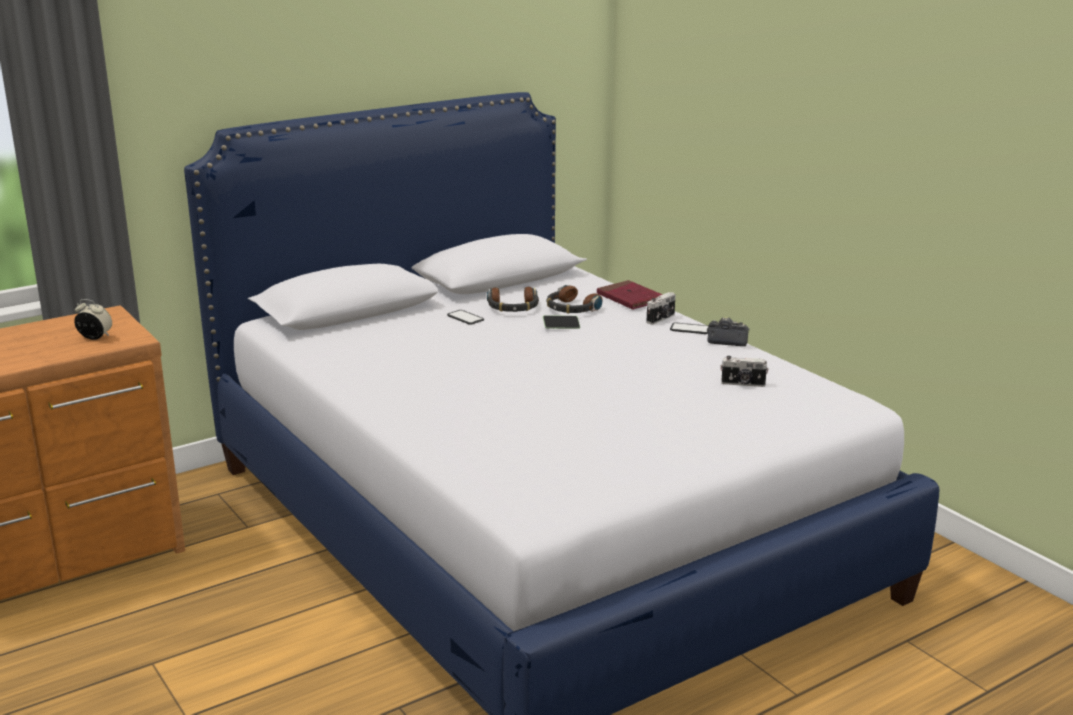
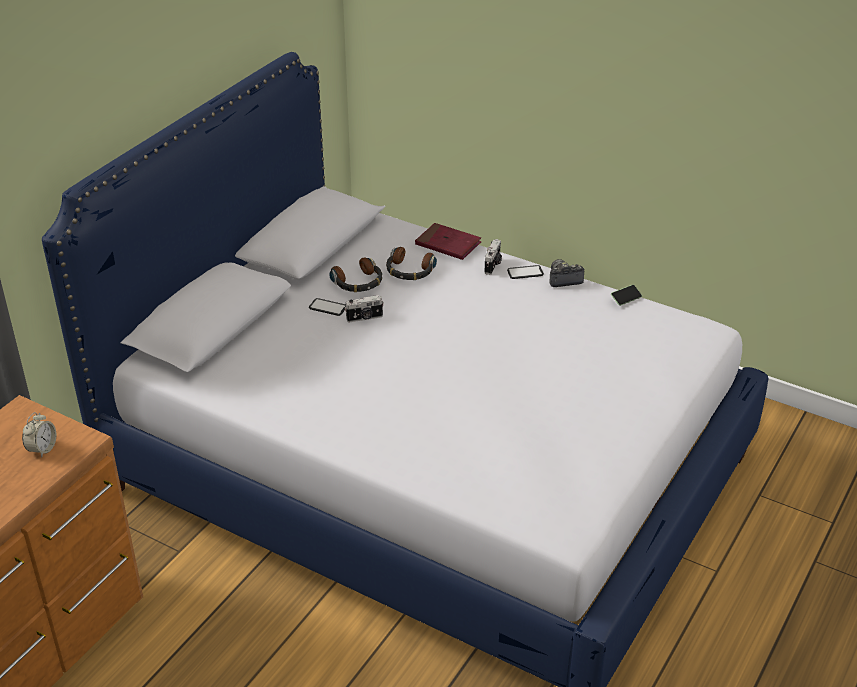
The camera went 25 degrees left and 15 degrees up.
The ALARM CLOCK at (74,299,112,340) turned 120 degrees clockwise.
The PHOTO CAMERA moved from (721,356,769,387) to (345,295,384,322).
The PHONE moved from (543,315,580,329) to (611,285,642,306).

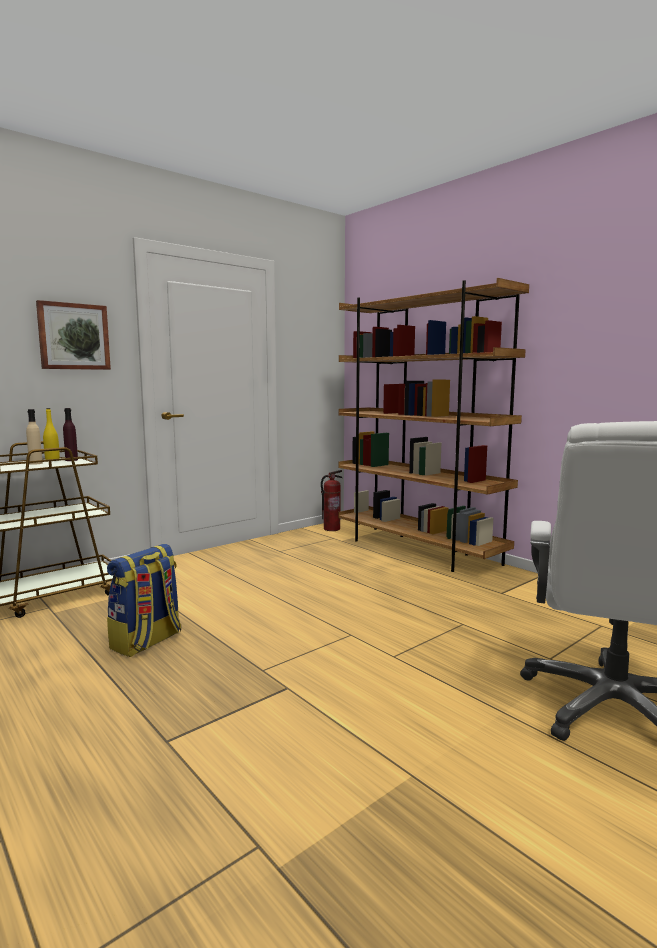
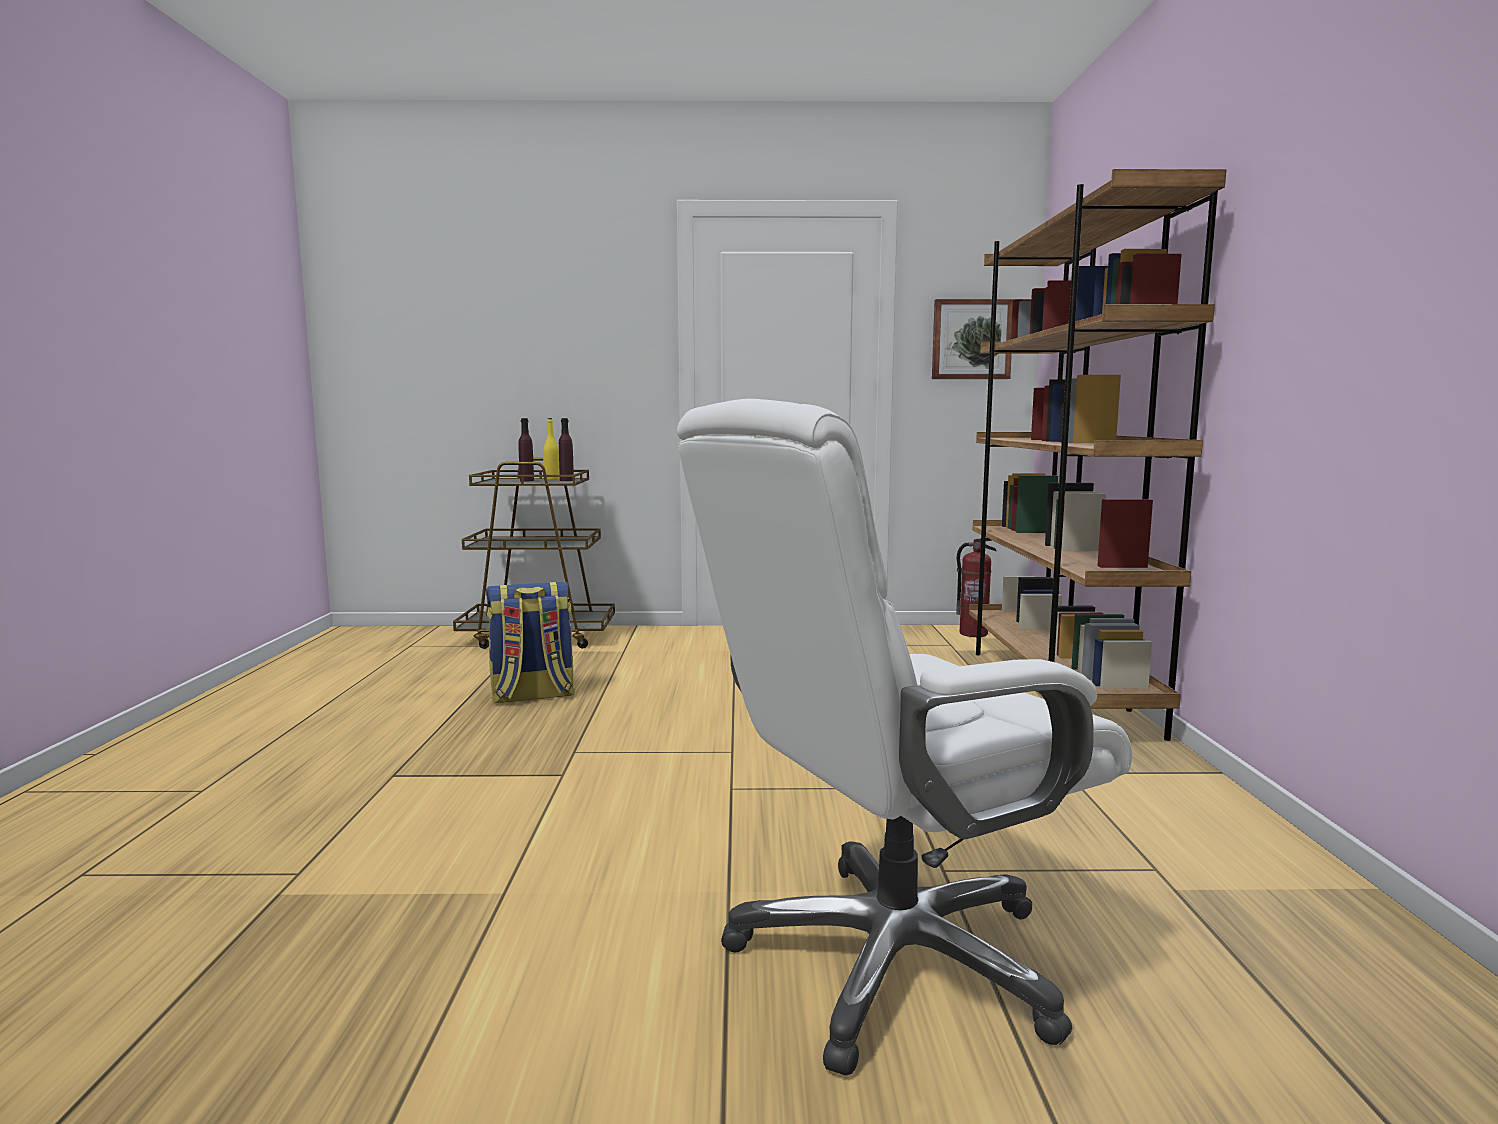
The camera went 40 degrees right and 0 degrees up.
The BEIGE-COLOURED BEVERAGE BOTTLE at (26,409,43,465) became the PURPLISH BEVERAGE BOTTLE at (518,418,534,481).
The WALL PICTURE moved from (36,300,111,370) to (932,299,1014,379).

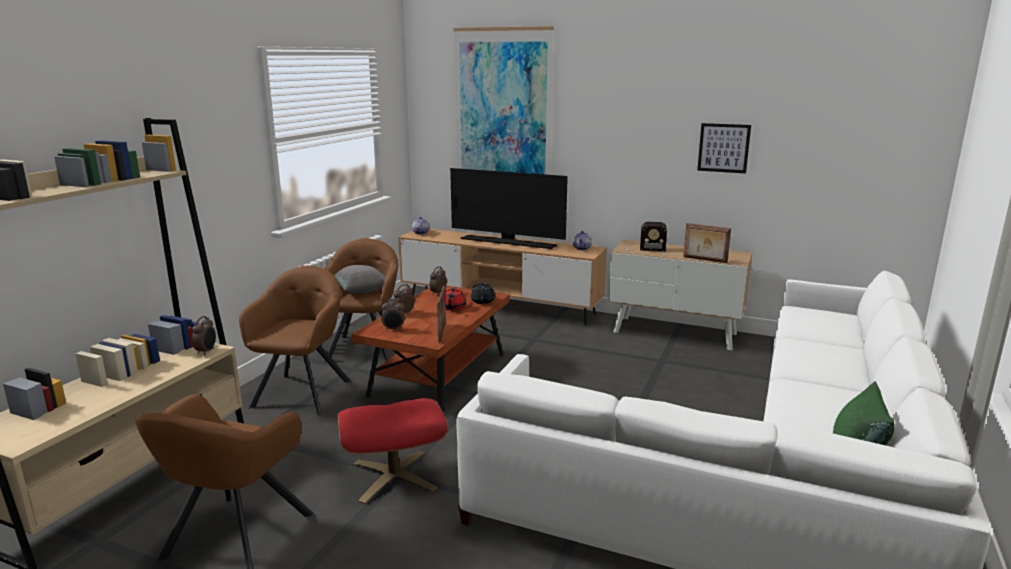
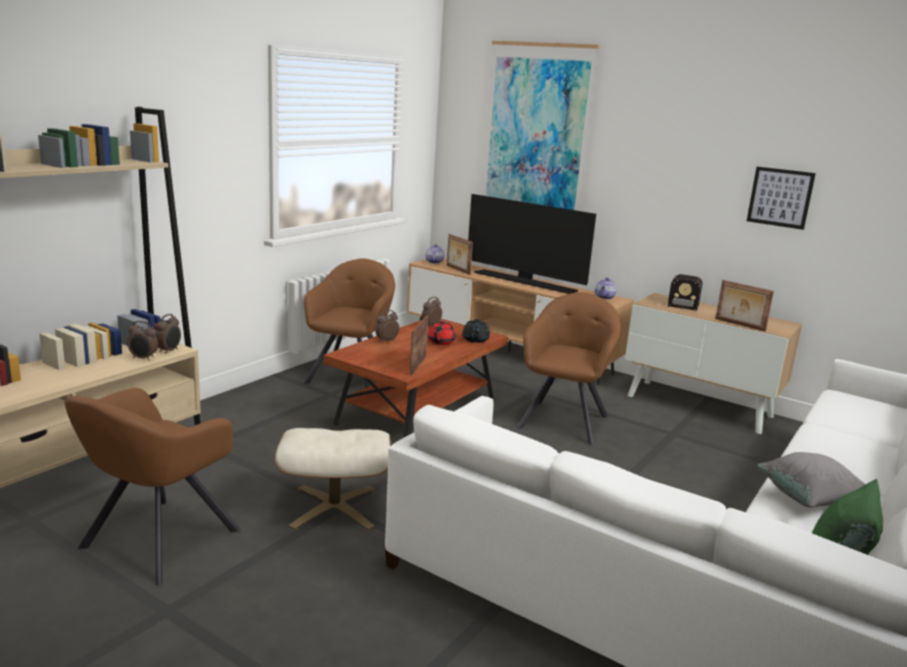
The camera went 10 degrees right and 0 degrees up.
The ALARM CLOCK moved from (381,299,405,331) to (127,321,158,361).
The RED-COLOURED FOOTREST at (337,398,448,504) became the BEIGE-COLOURED FOOTREST at (275,428,391,531).
The STANDING FRAME at (447,234,473,275) appeared.
The BROWN EASY CHAIR moved from (239,265,351,415) to (516,292,621,446).
The GREYISH CUSHION moved from (333,265,386,293) to (757,452,866,507).

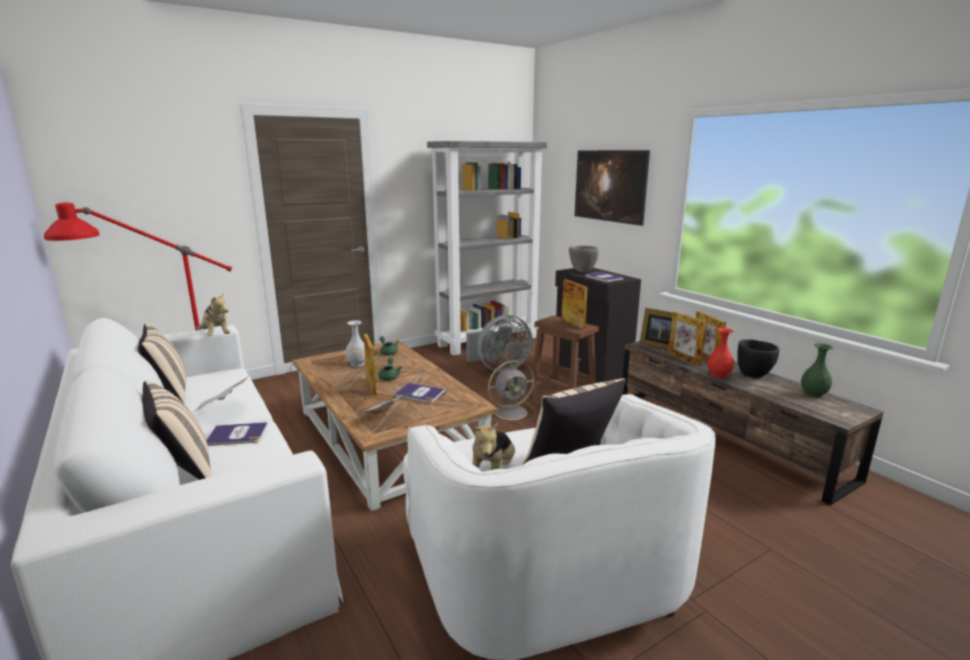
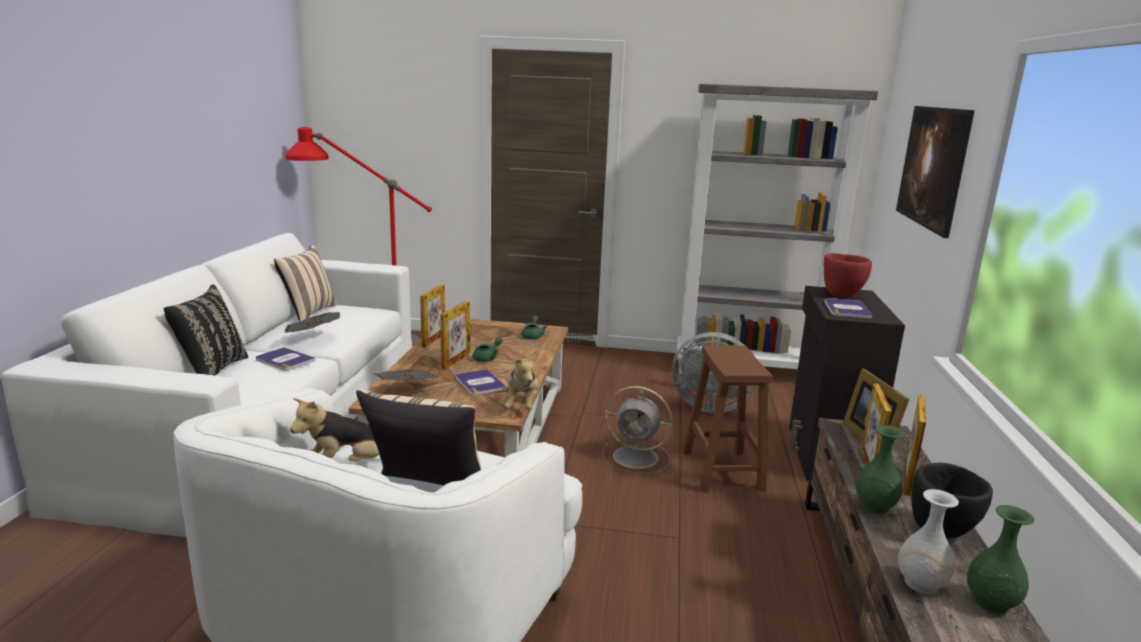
The camera went 40 degrees right and 0 degrees up.
The BEIGE-COLOURED CUSHION at (142,380,212,480) became the BLACKISH CUSHION at (164,284,248,376).
The STANDING FRAME moved from (561,279,588,329) to (420,284,445,348).
The CUDDLY TOY moved from (196,292,230,336) to (502,354,539,410).
The GREYISH BOWL at (569,246,599,273) became the RED-COLOURED BOWL at (824,253,872,297).
The RED-COLOURED VASE at (707,328,734,378) became the GREEN-COLOURED VASE at (855,425,904,514).
The WHITE VASE moved from (345,321,365,367) to (898,489,959,594).

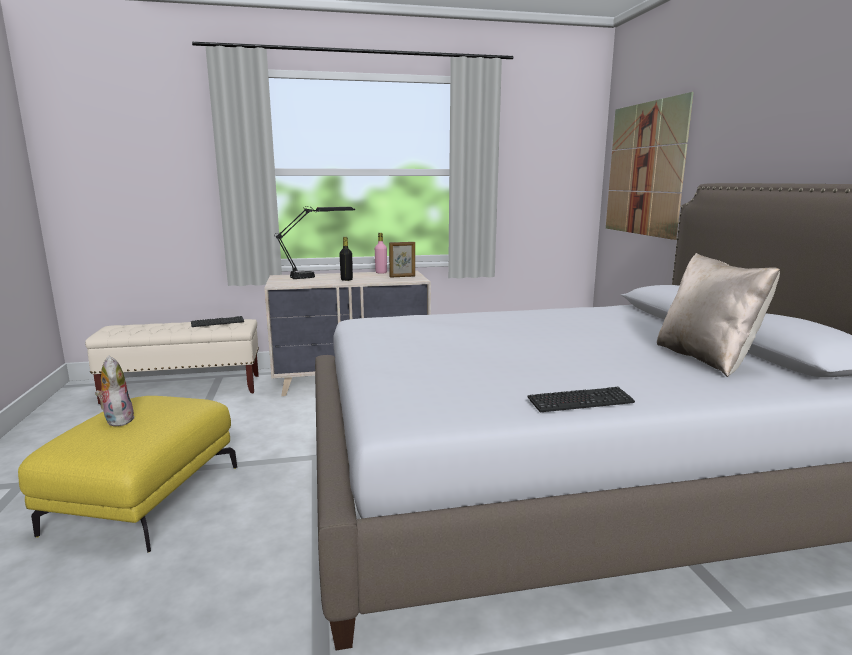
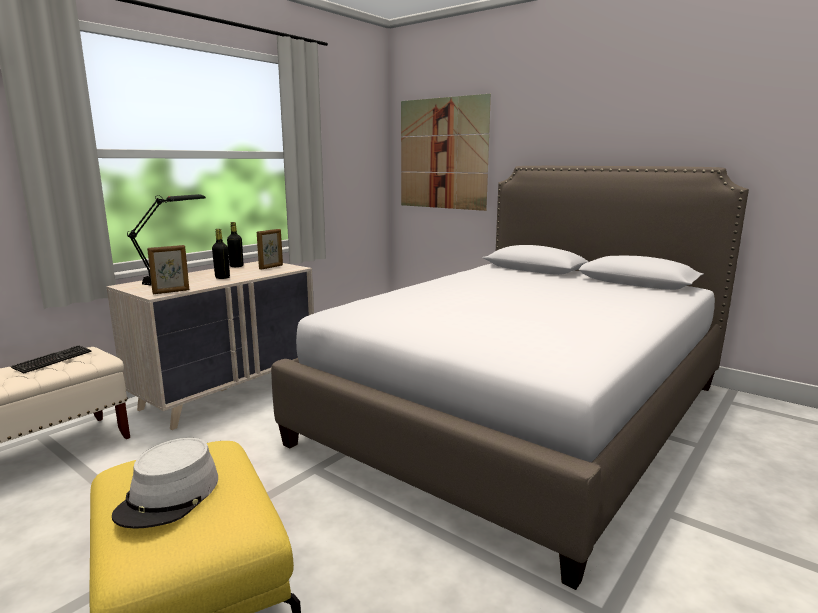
The camera went 40 degrees left and 0 degrees up.
The CUDDLY TOY at (95,356,134,426) was replaced by the GREYISH CLOTHING HAT at (112,438,218,529).
The STANDING FRAME at (147,245,189,294) appeared.
The PINKISH BEVERAGE BOTTLE at (375,233,387,274) became the BLACKISH BEVERAGE BOTTLE at (227,222,243,267).
The COMPUTER KEYBOARD at (527,387,635,412) disappeared.
The BEIGE-COLOURED CUSHION at (657,253,780,377) disappeared.

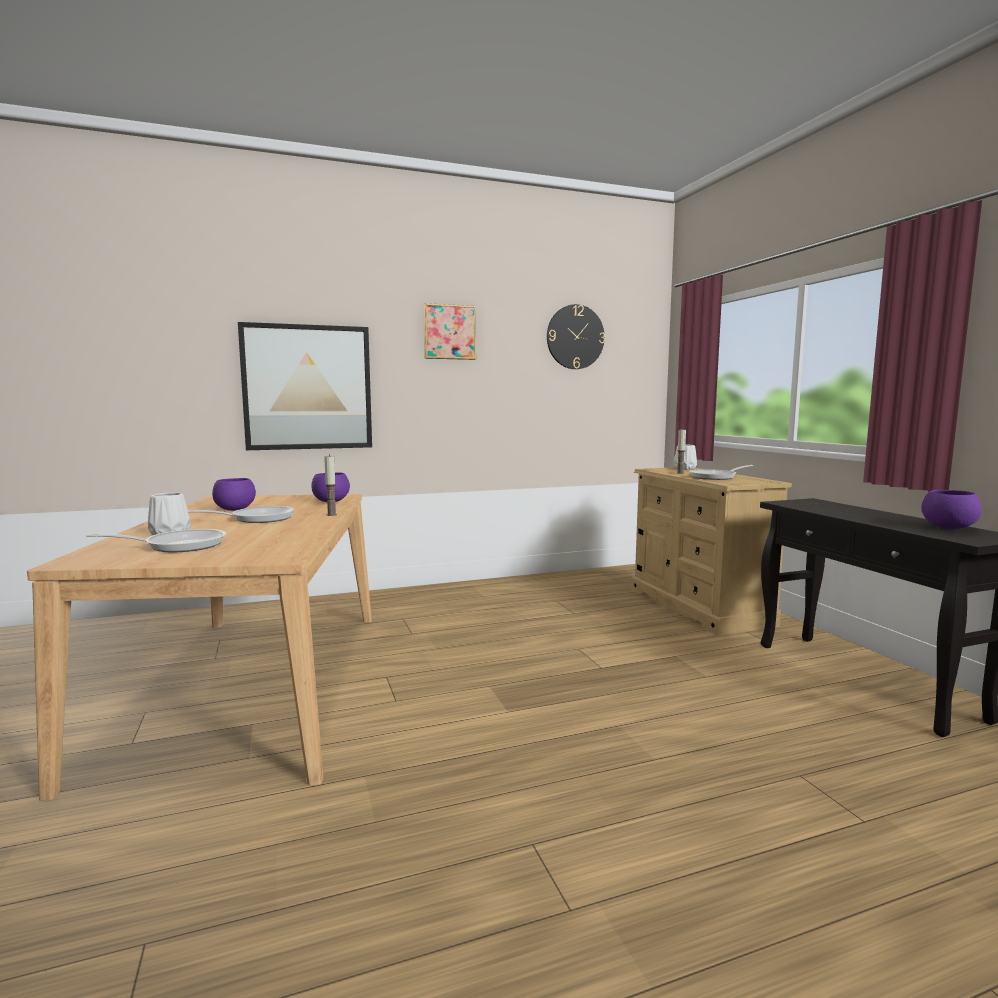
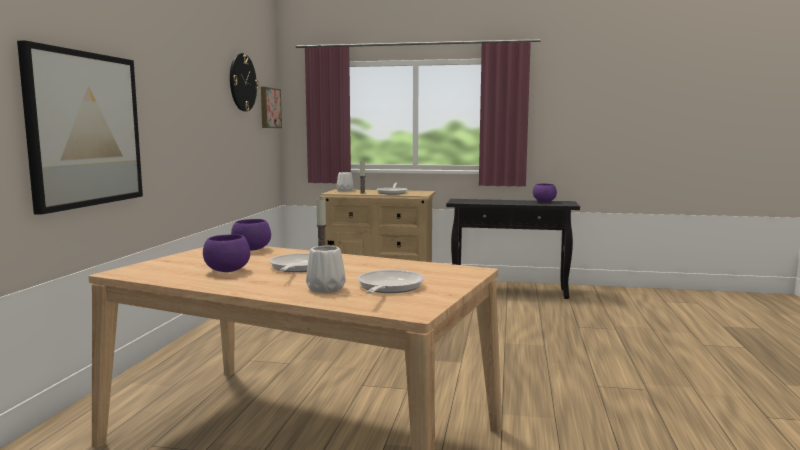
The camera went 60 degrees left and 0 degrees up.
The WALL PICTURE moved from (423,303,476,360) to (261,87,282,128).

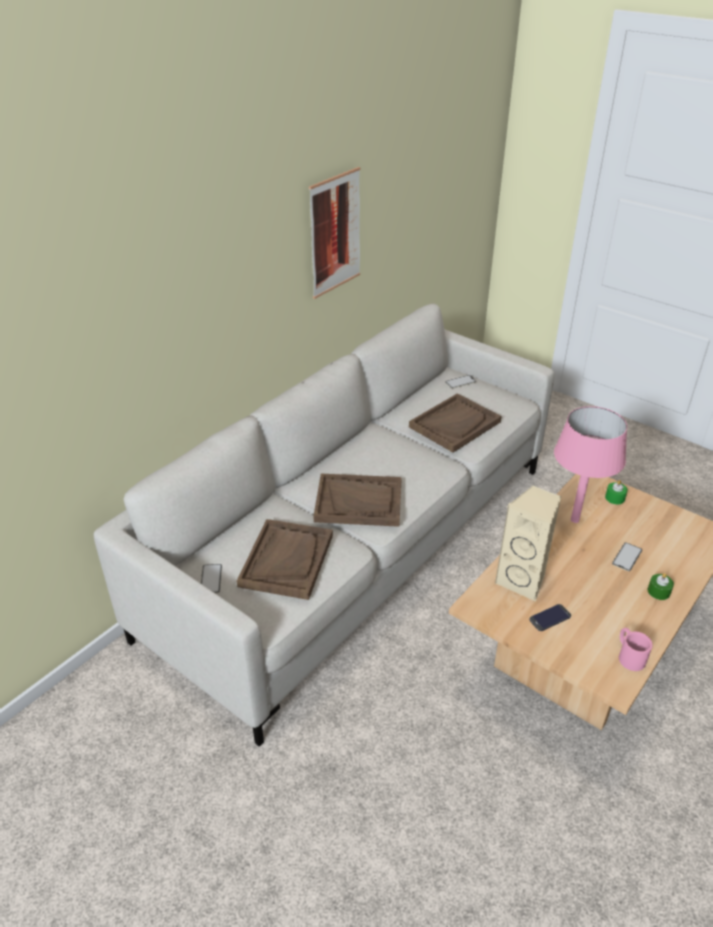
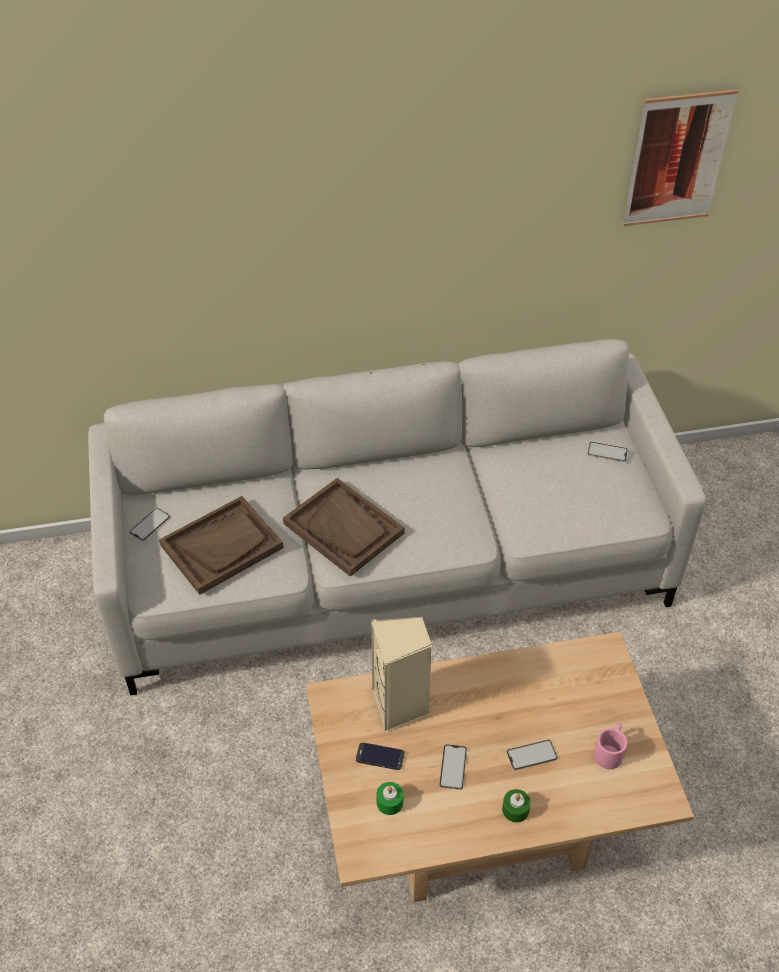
The camera went 40 degrees right and 10 degrees up.
The GREEN-COLOURED CANDLE moved from (605,480,628,504) to (376,782,403,815).
The PHONE at (439,744,467,790) appeared.
The PINKISH COFFEE MUG moved from (619,628,653,671) to (594,723,627,769).
The WALL PICTURE moved from (309,167,361,299) to (623,89,738,226).
The BROWN CARRYING TRAY at (409,394,502,452) disappeared.
The PINKISH TABLETOP LAMP at (554,406,627,523) disappeared.

